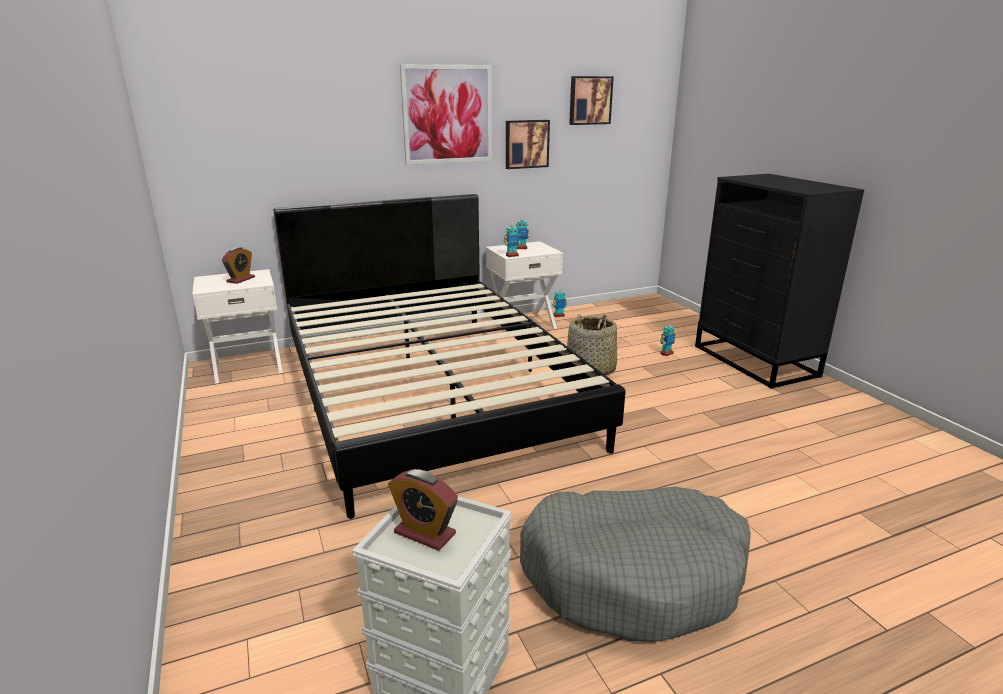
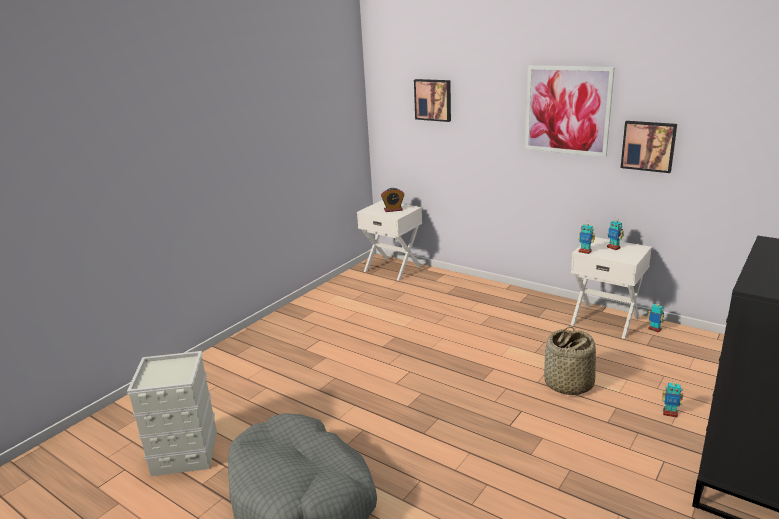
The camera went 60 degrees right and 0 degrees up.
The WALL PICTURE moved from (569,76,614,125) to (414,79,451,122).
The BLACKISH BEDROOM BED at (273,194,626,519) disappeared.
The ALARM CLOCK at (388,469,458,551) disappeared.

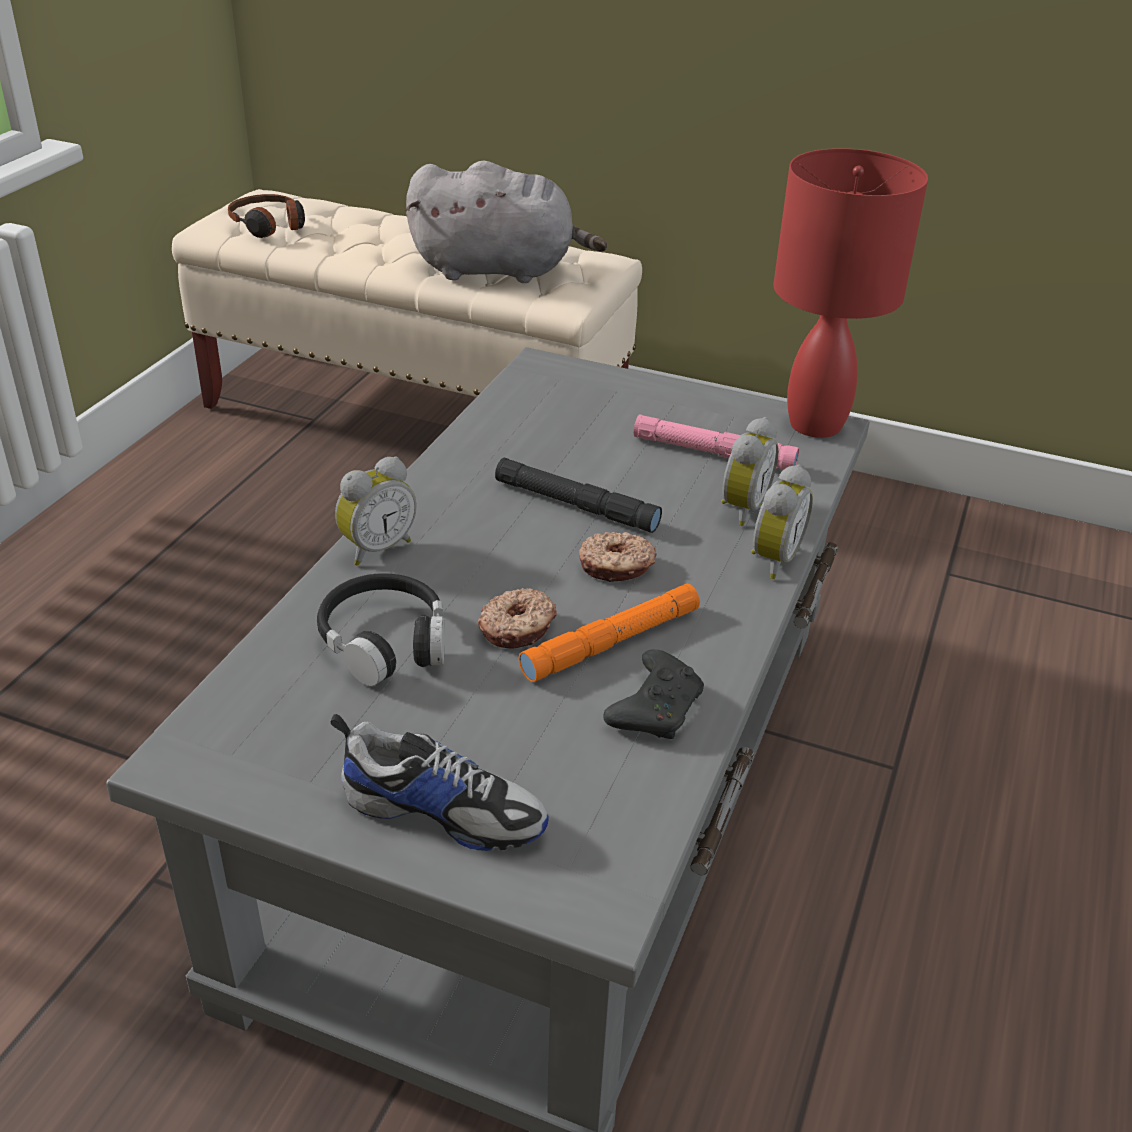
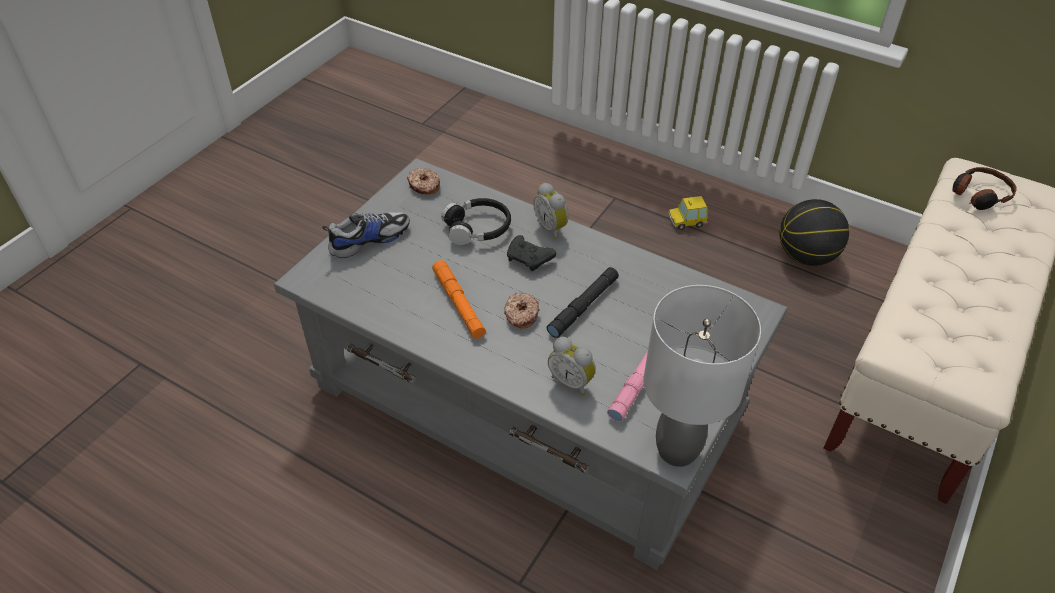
The camera went 100 degrees right and 10 degrees up.
The ITEM OF FOOTWEAR at (331,714,549,851) turned 150 degrees counterclockwise.
The DONUT moved from (478,588,557,649) to (407,168,440,195).
The BLACKISH GAME CONTROLLER moved from (603,649,704,739) to (507,235,556,271).
The RED-COLOURED TABLETOP LAMP at (773,148,928,438) became the GREYISH TABLETOP LAMP at (643,285,761,467).
The MINIATURE CAR at (668,196,708,230) appeared.
The BASKETBALL BALL at (780,199,849,266) appeared.
The GREYISH CUDDLY TOY at (406,160,607,283) disappeared.
The ALARM CLOCK at (751,464,813,579) disappeared.

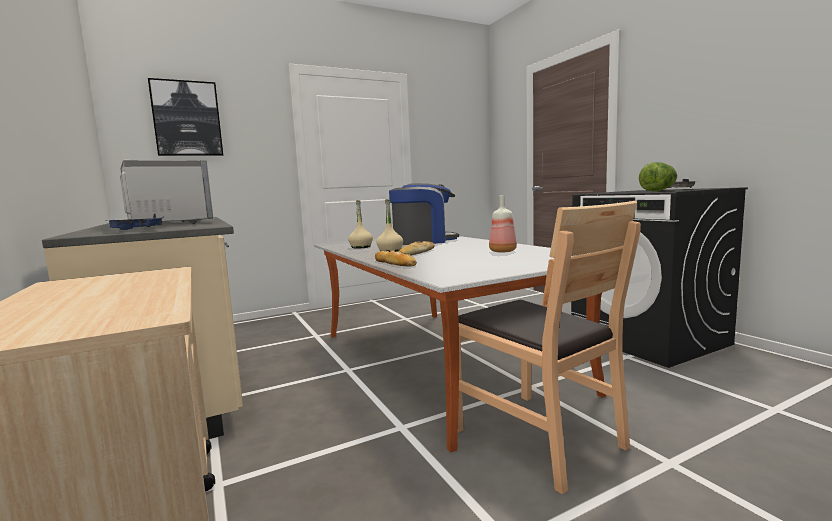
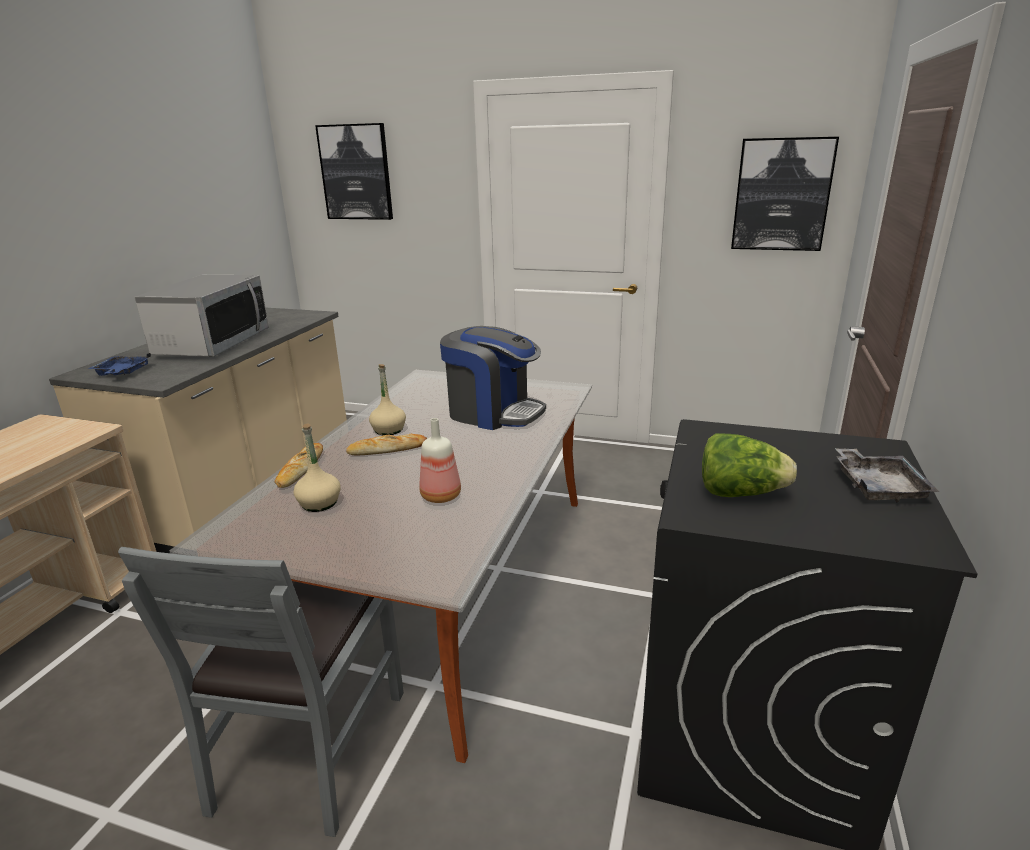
The camera went 45 degrees right and 15 degrees up.
The BROWN UPRIGHT CHAIR at (458,201,641,494) became the GREYISH UPRIGHT CHAIR at (118,547,404,837).
The BEIGE-COLOURED BEVERAGE BOTTLE moved from (348,200,373,249) to (294,424,340,512).
The WALL PICTURE at (731,137,839,251) appeared.

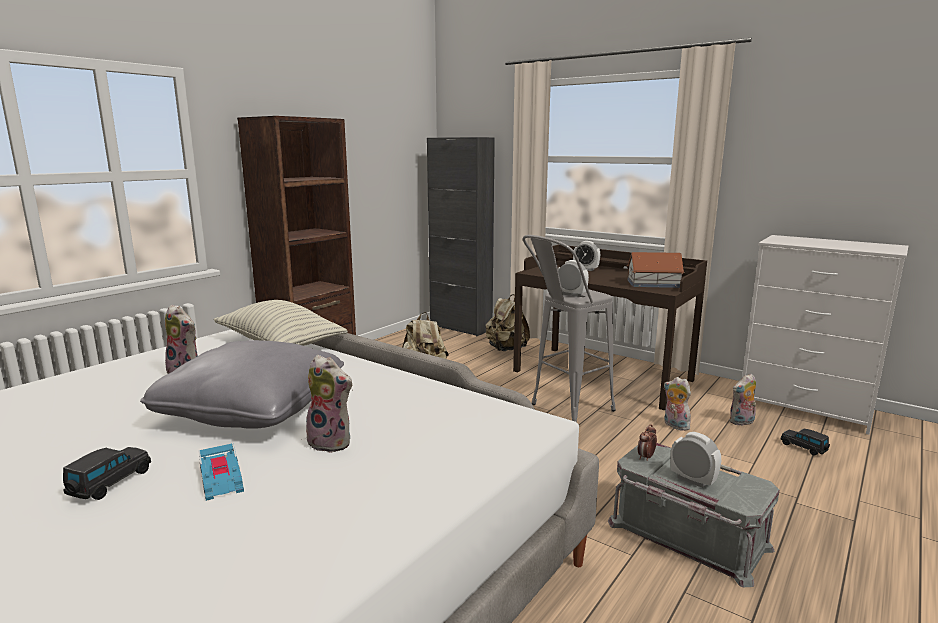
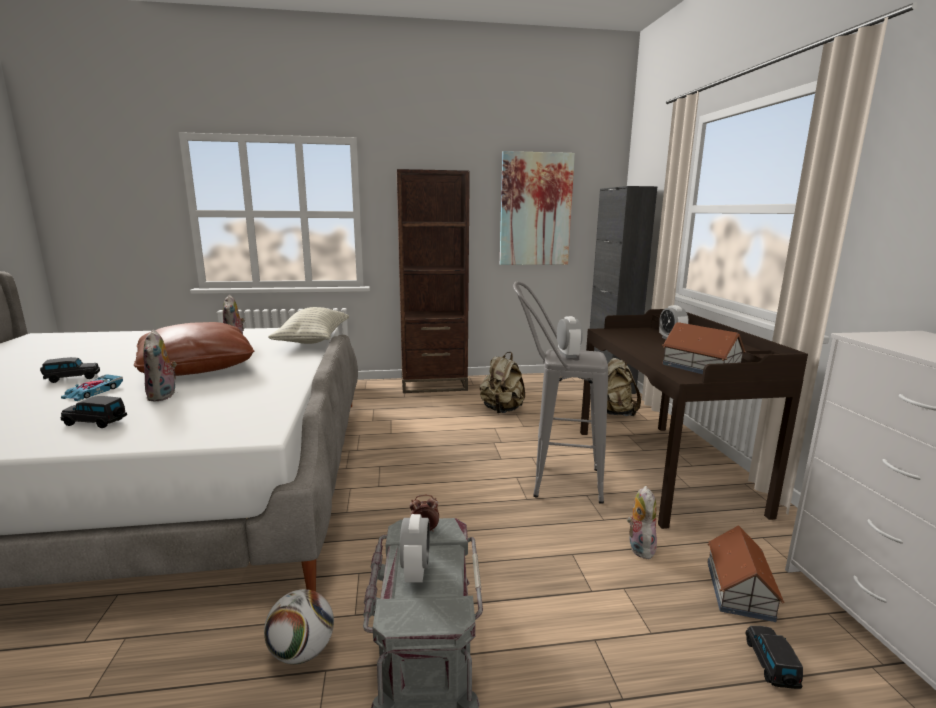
The camera went 45 degrees right and 0 degrees up.
The BLACKISH MINIATURE CAR at (61,396,127,428) appeared.
The GREYISH CUSHION at (140,340,344,429) became the BROWN CUSHION at (134,322,254,376).
The FOOTBALL at (264,589,334,664) appeared.
The WALL PICTURE at (500,151,575,265) appeared.
The CUDDLY TOY at (730,374,756,426) was replaced by the TOY HOUSE at (707,525,784,622).

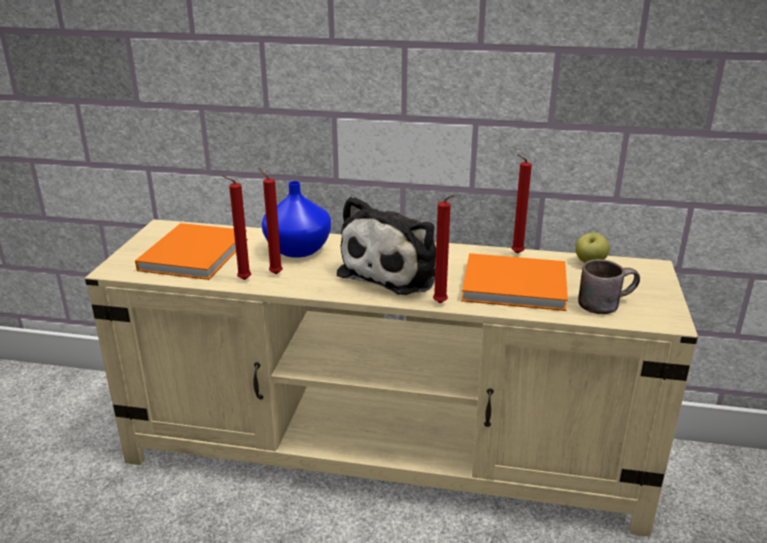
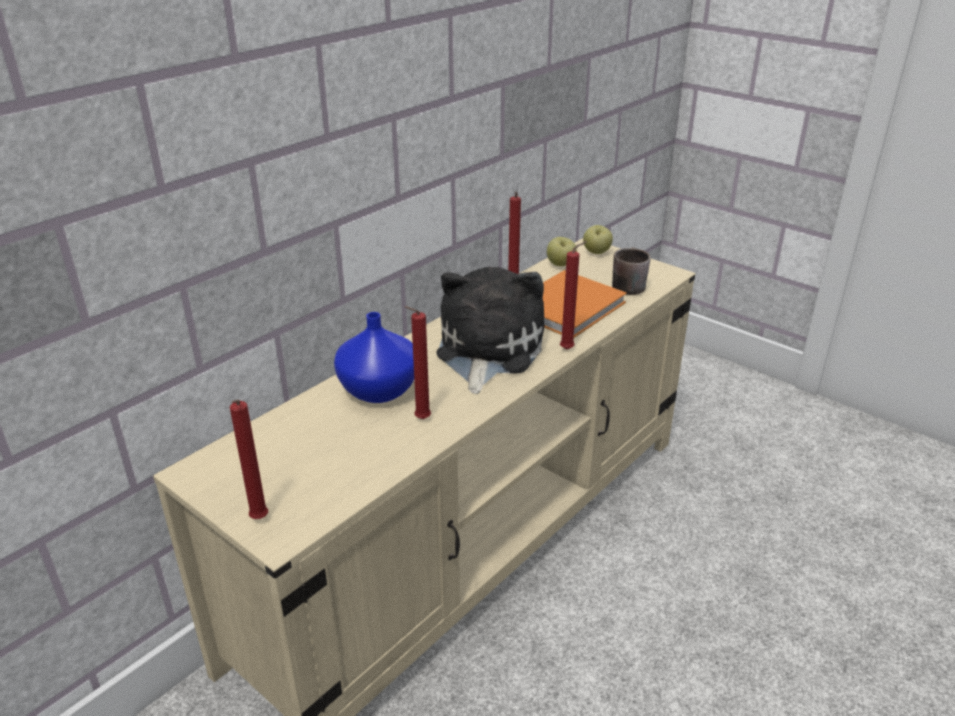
The camera went 60 degrees left and 5 degrees up.
The RED-COLOURED CANDLE moved from (222,176,251,280) to (230,400,268,519).
The CUDDLY TOY at (337,196,436,295) turned 135 degrees counterclockwise.
The APPLE FRUIT at (583,225,613,254) appeared.
The ORANGEY BOOK at (135,223,248,280) disappeared.

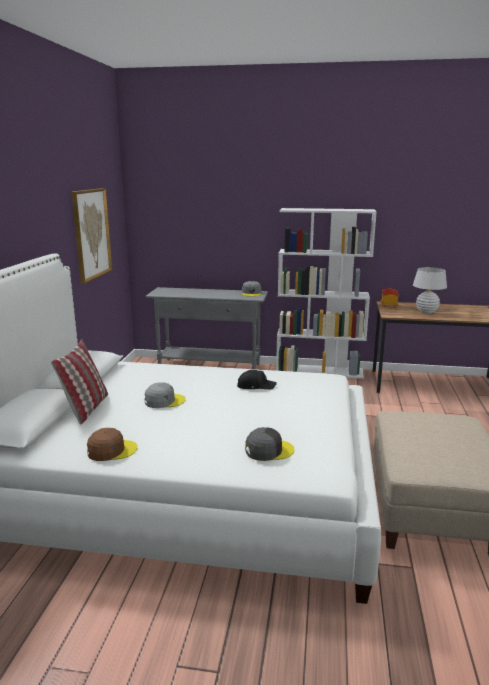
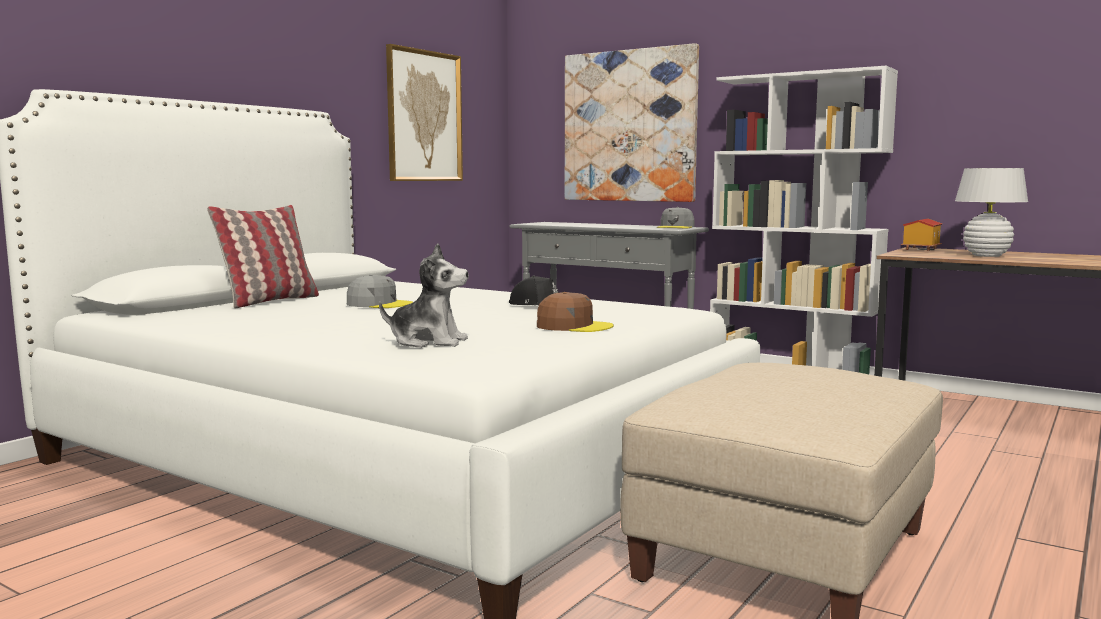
The camera went 25 degrees right and 10 degrees down.
The GREYISH CAP at (245,427,294,461) was replaced by the CUDDLY TOY at (379,243,469,348).
The BROWN CAP moved from (87,428,138,461) to (537,292,614,332).
The WALL PICTURE at (565,43,699,202) appeared.

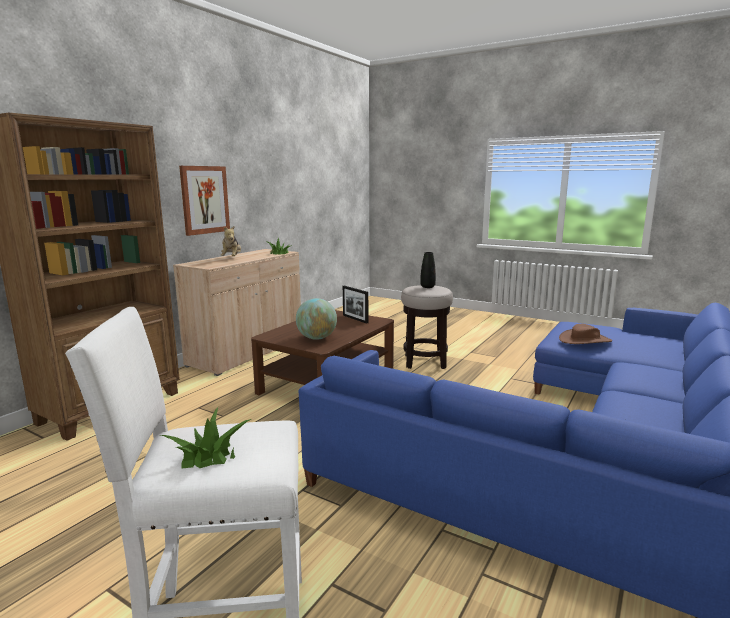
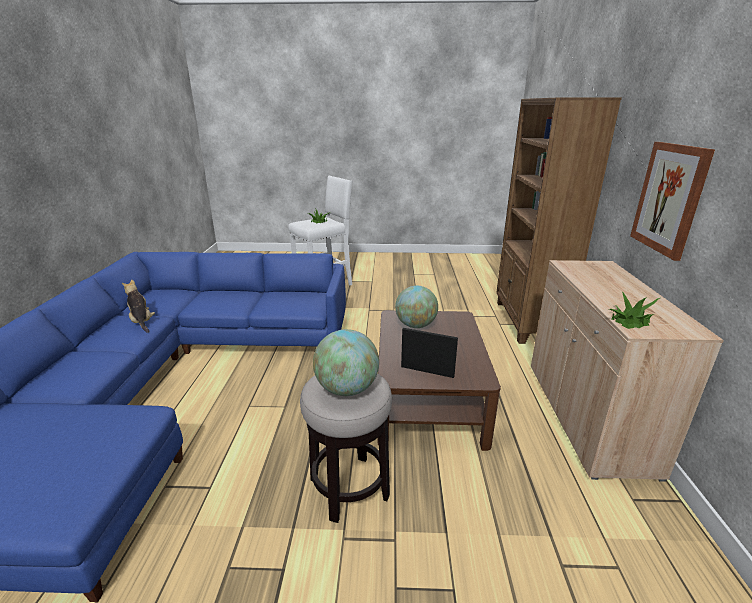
The camera went 150 degrees right and 10 degrees up.
The CUDDLY TOY moved from (221,225,241,256) to (122,279,155,333).
The BLACKISH VASE at (420,252,436,288) was replaced by the DESK GLOBE at (313,329,379,396).
The BROWN CLOTHING HAT at (559,324,612,344) disappeared.

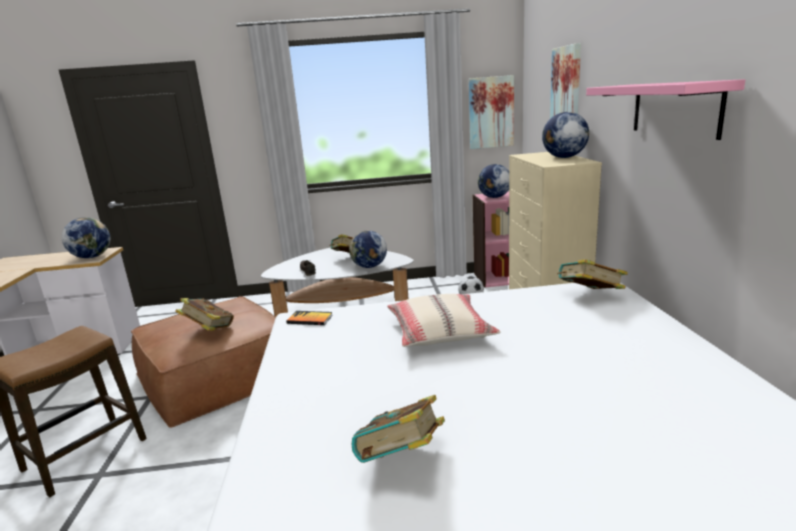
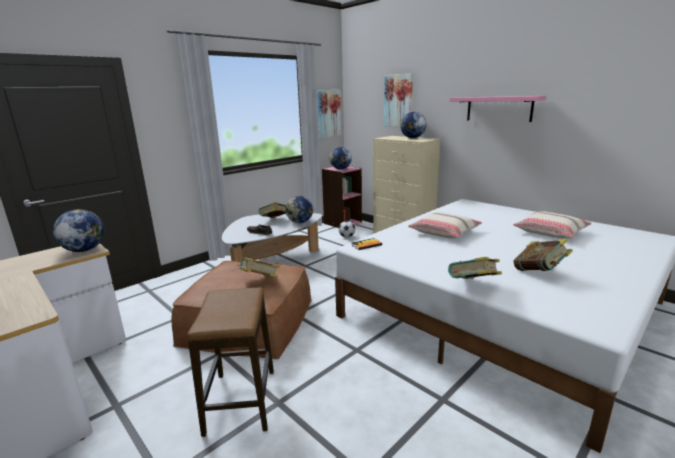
The camera went 40 degrees left and 0 degrees up.
The BOOK moved from (557,259,628,289) to (448,257,502,279).
The BEIGE-COLOURED CUSHION at (513,211,592,238) appeared.

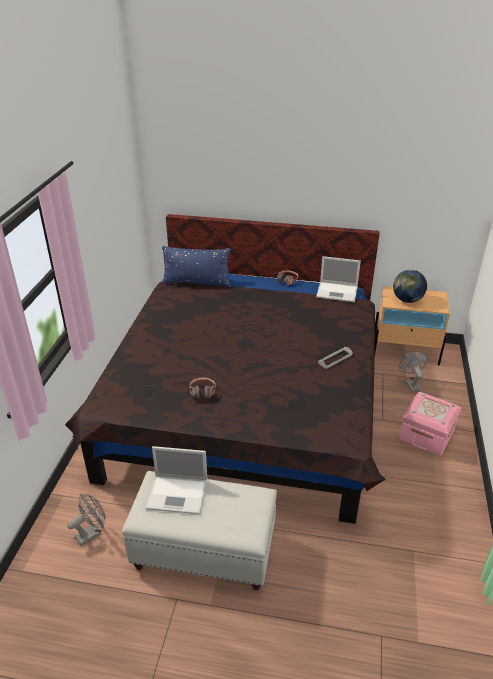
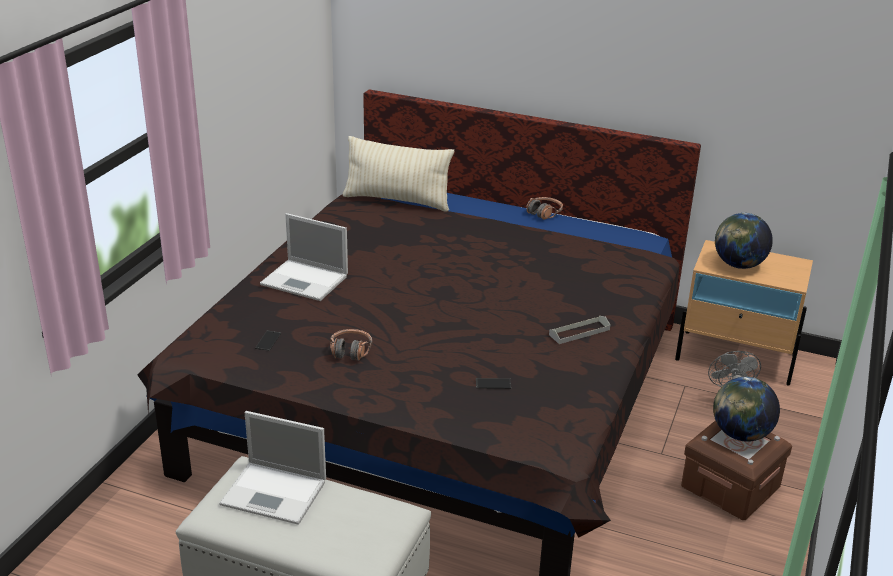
The camera went 10 degrees right and 5 degrees down.
The PORTABLE COMPUTER moved from (316,256,361,302) to (260,213,348,301).
The BLUISH CUSHION at (162,246,231,287) became the BEIGE-COLOURED CUSHION at (343,136,454,212).
The PINKISH STORAGE BIN at (400,392,461,456) became the BROWN STORAGE BIN at (681,420,792,520).
The DESK GLOBE at (713,377,780,441) appeared.
The GREYISH FAN at (67,494,106,546) disappeared.

